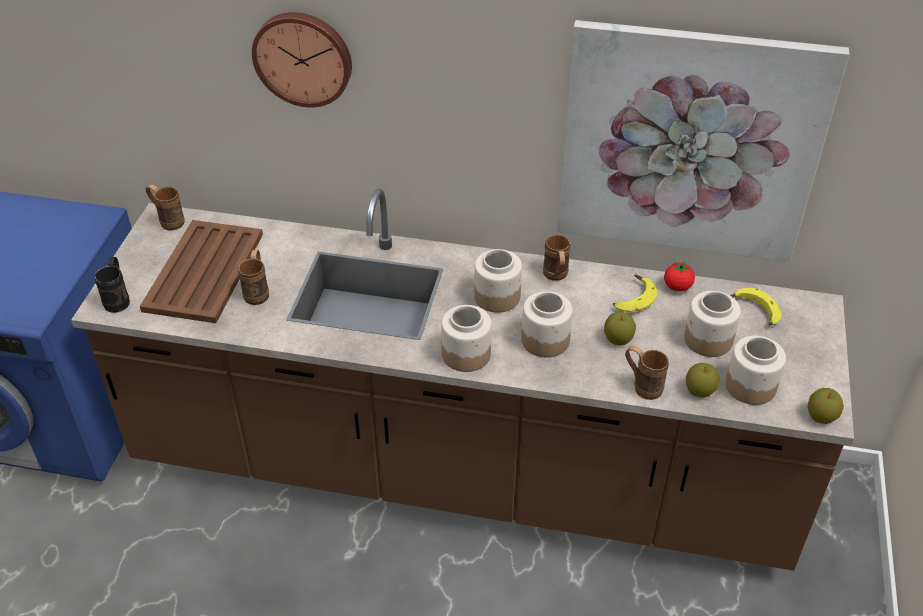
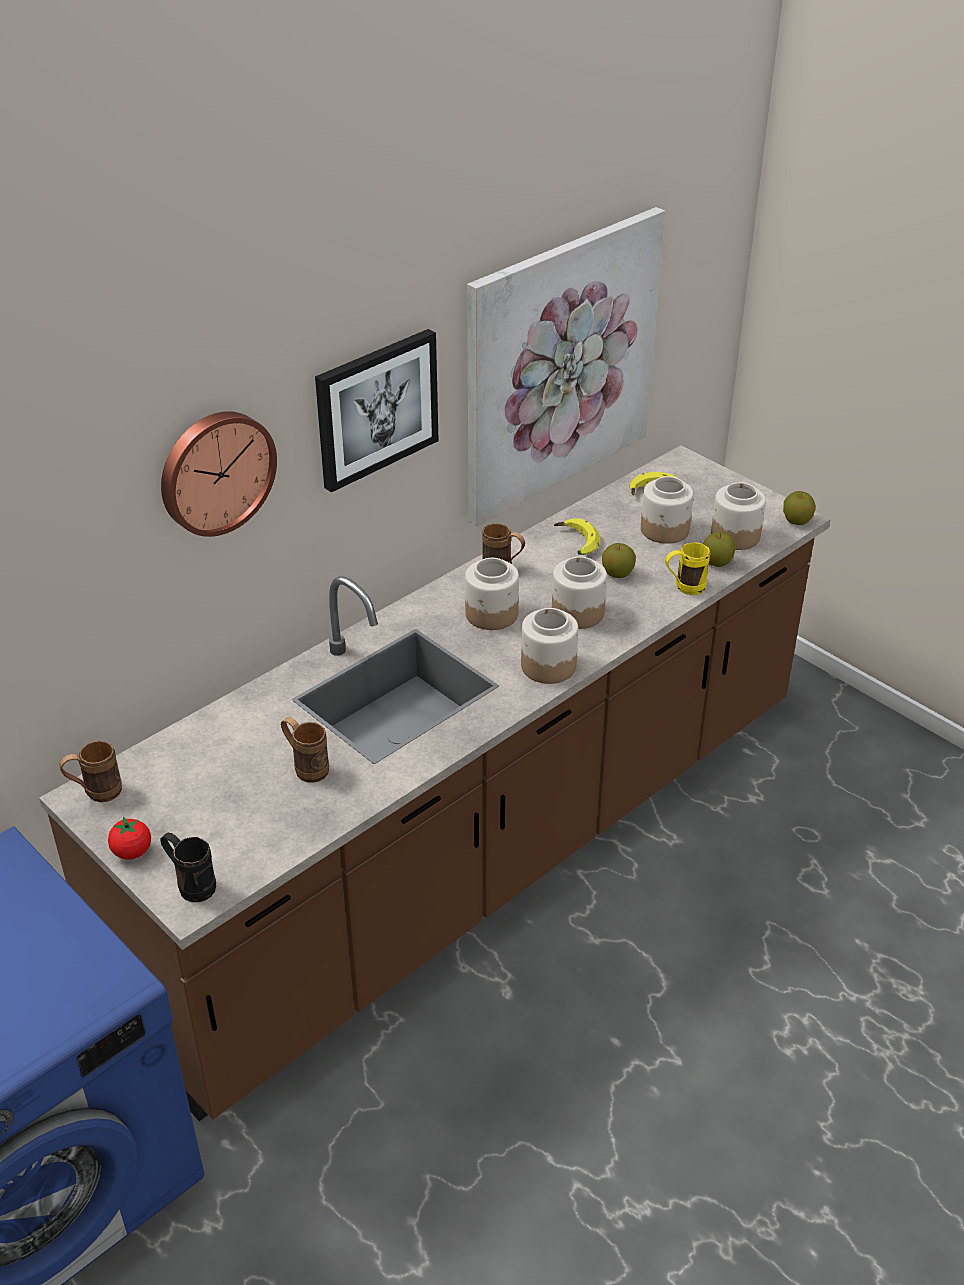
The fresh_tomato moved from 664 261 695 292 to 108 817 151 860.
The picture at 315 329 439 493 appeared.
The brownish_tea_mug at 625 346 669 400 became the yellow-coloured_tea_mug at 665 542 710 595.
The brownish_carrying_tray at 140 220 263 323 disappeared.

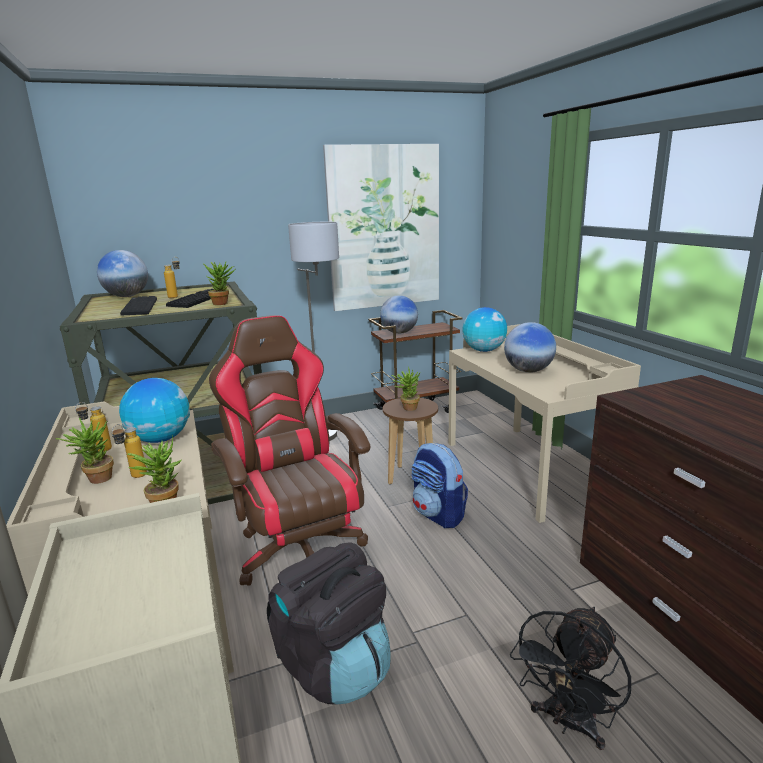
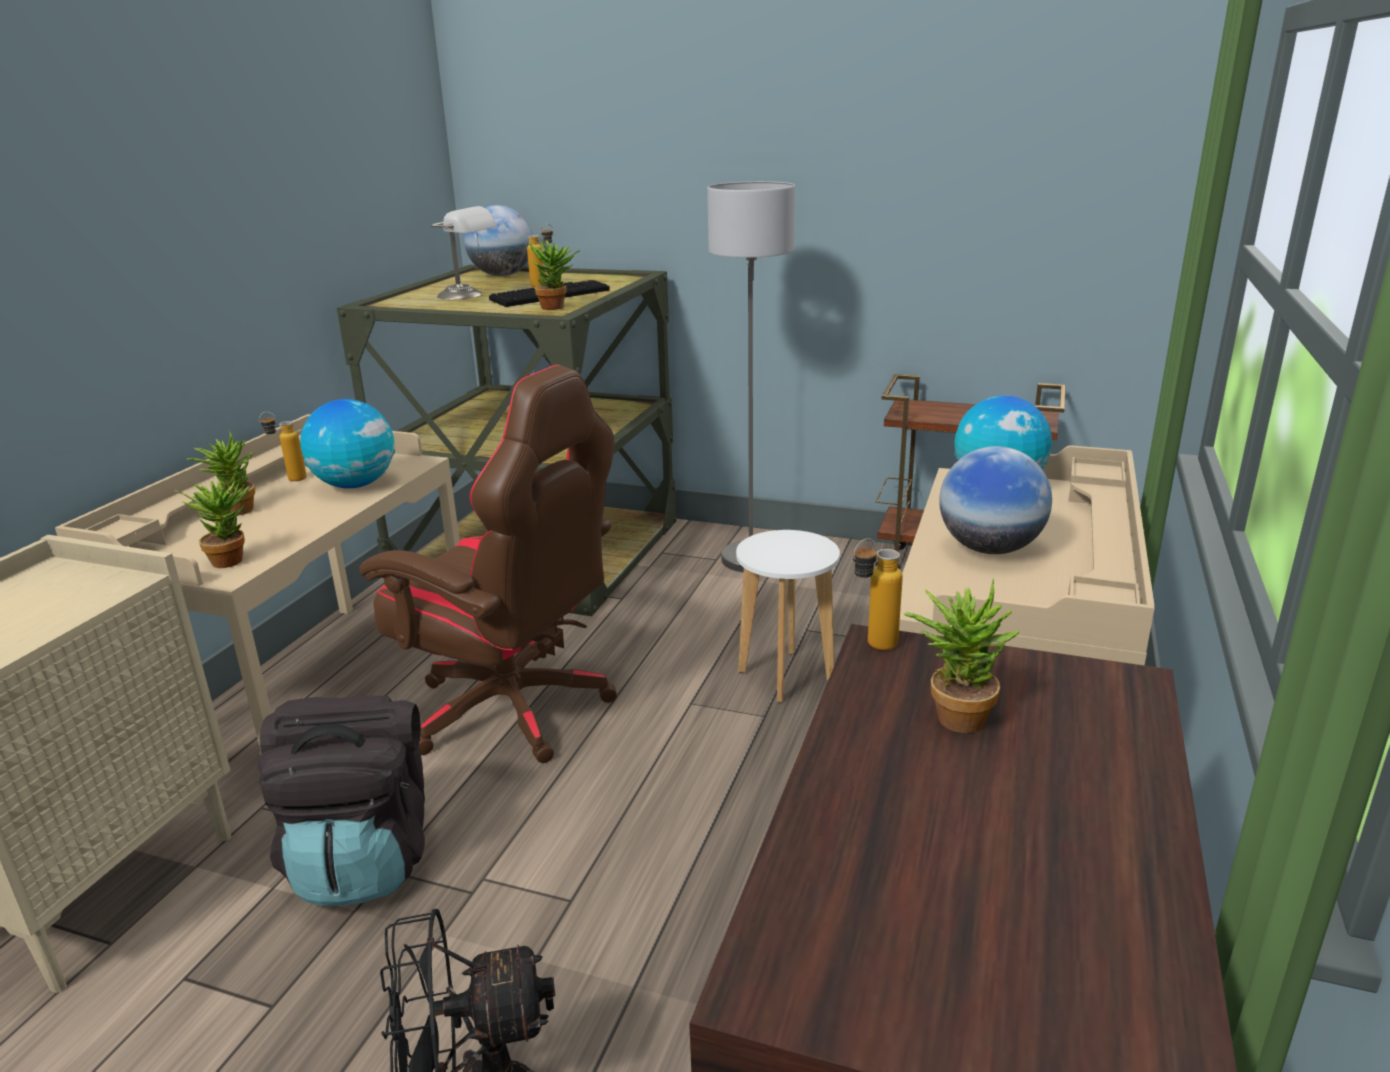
The brownish_desk_chair at 209 315 371 586 turned 105 degrees clockwise.
The PC_keyboard at 120 296 157 316 was replaced by the whitish_table_lamp at 430 206 497 300.
The brownish_sitting_stool at 383 398 438 484 became the whitish_sitting_stool at 736 530 840 702.
The beverage_bottle moved from 111 424 147 478 to 853 538 903 650.
The potted_plant moved from 392 366 420 411 to 904 579 1020 733.
The picture at 323 144 439 311 disappeared.
The desk_globe at 380 295 418 334 disappeared.
The backpack at 411 443 468 528 disappeared.

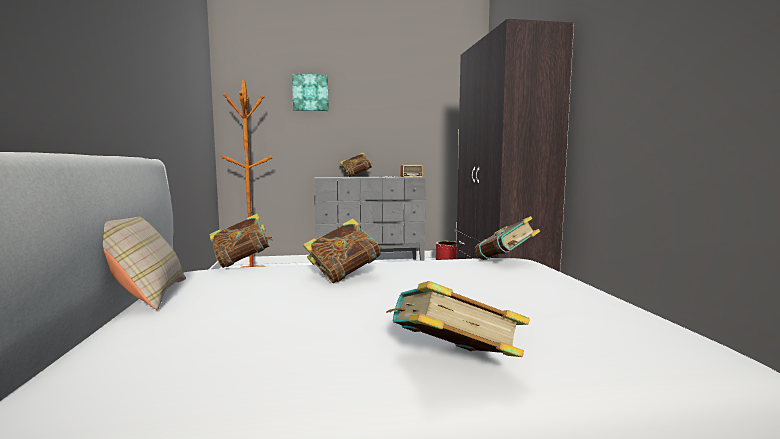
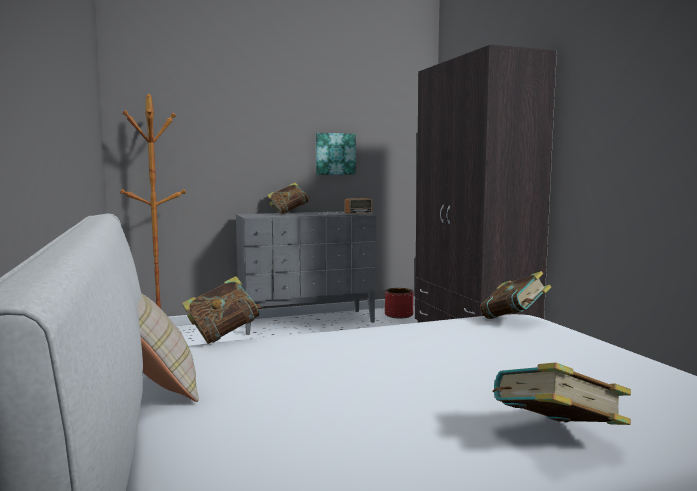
The picture moved from 292 74 329 111 to 316 133 356 175.
The book at 303 219 382 283 disappeared.

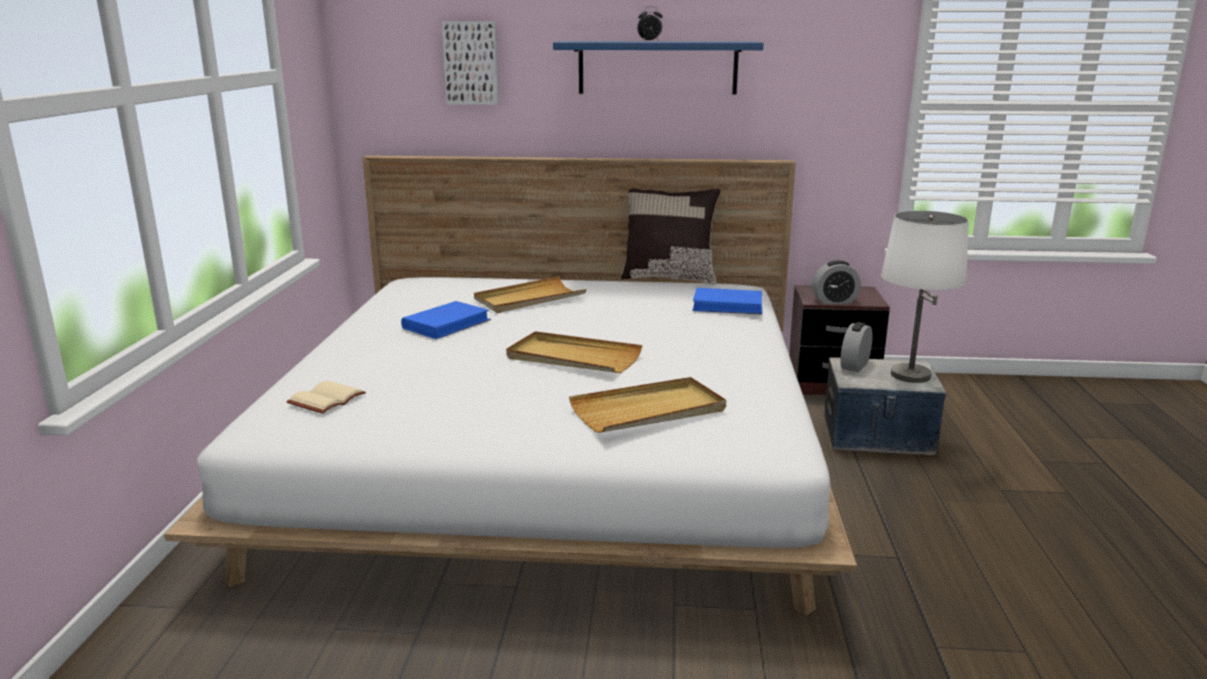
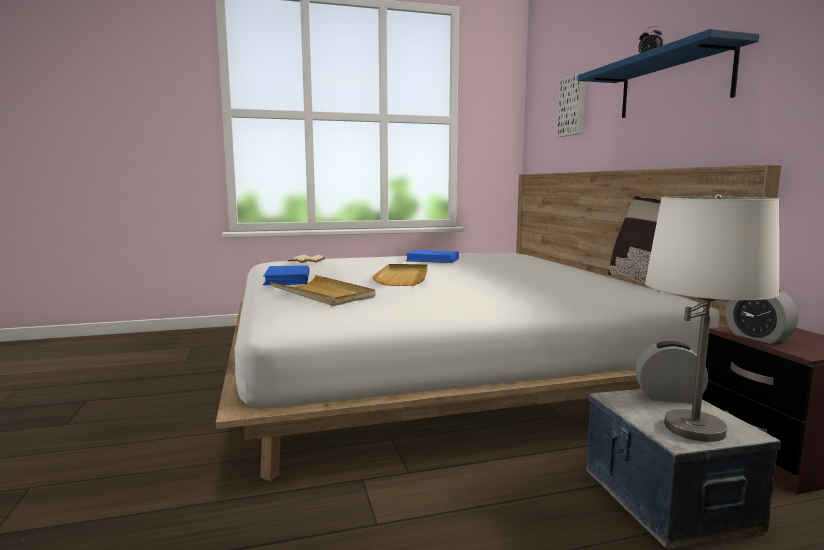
The blue_book moved from 693 288 762 315 to 263 265 310 285.
The beige-coloured_carrying_tray at 474 276 586 313 disappeared.

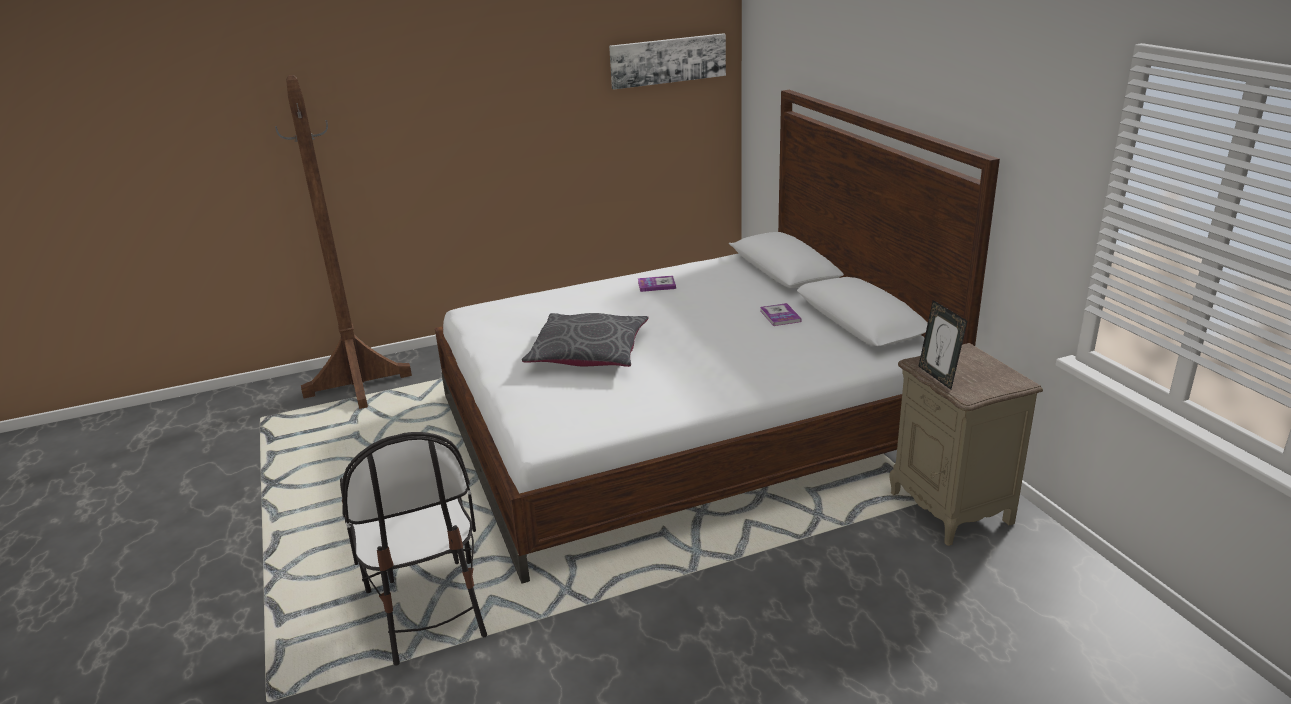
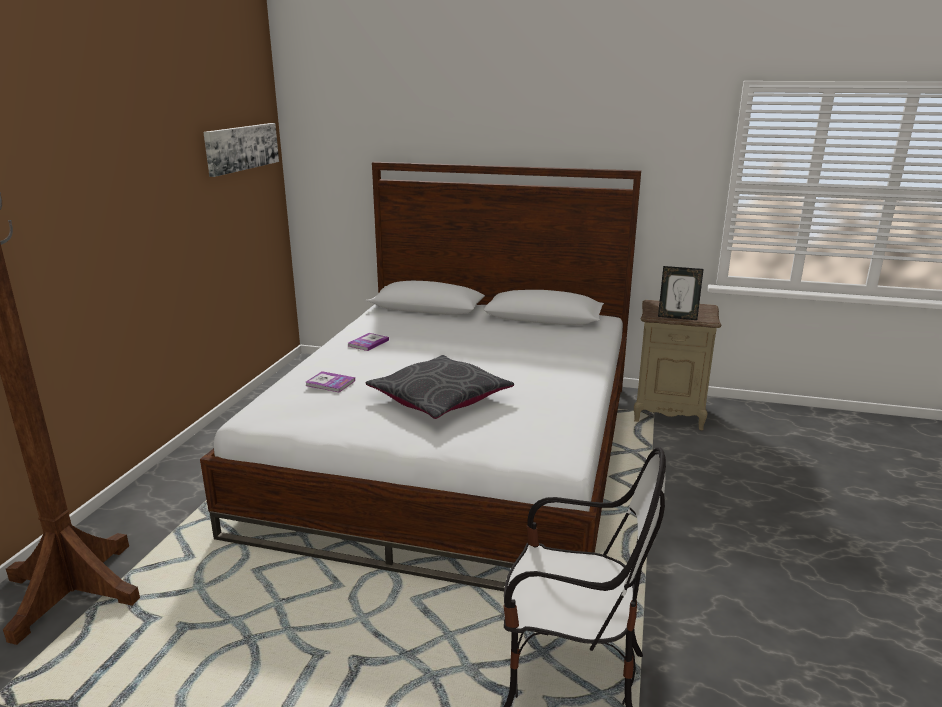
The book moved from 760 303 802 326 to 306 371 355 392.

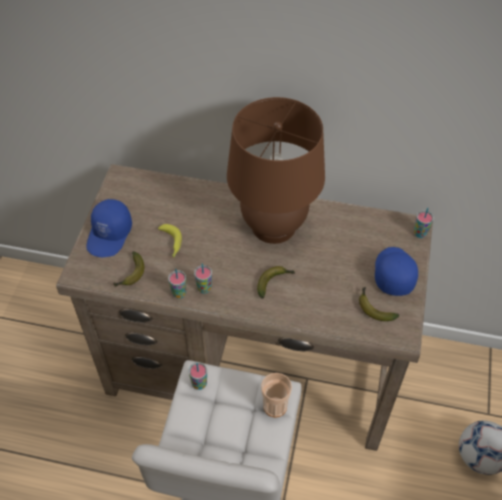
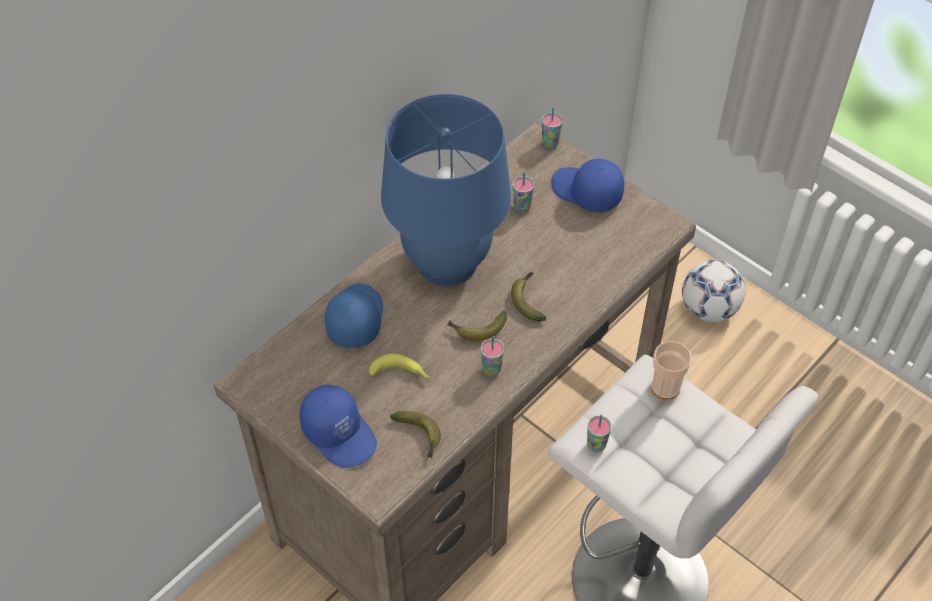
The blue_baseball_cap at 325 284 383 348 appeared.
The brownish_table_lamp at 227 97 325 244 became the blue_table_lamp at 381 94 511 286.
The banana moved from 359 287 399 321 to 447 311 507 341.
The cup moved from 168 269 186 299 to 513 172 534 213.

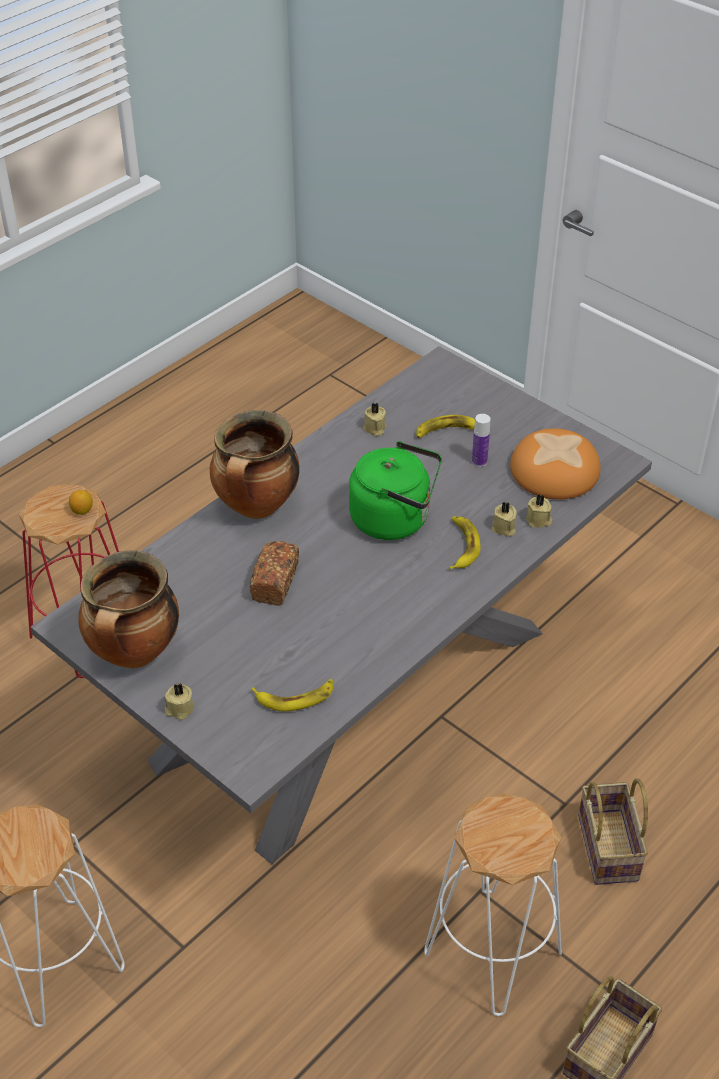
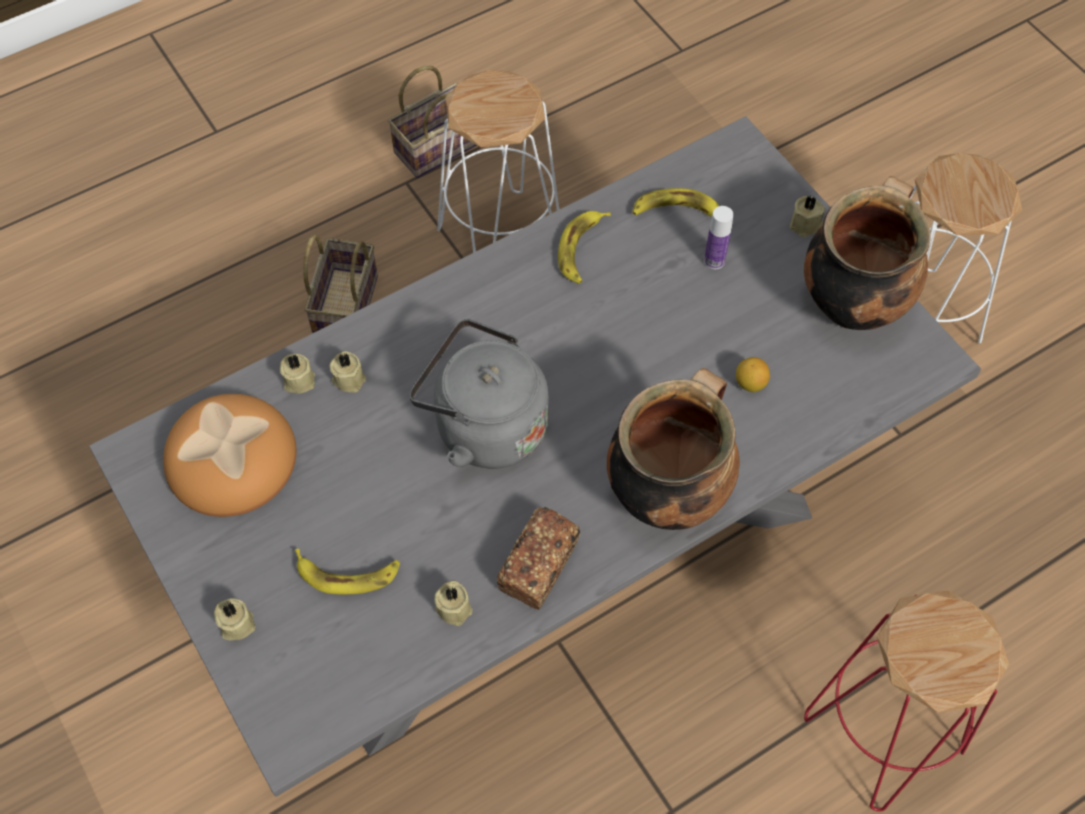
The beige-coloured_wax_candle at 214 598 256 640 appeared.
The greenish_tea_kettle at 349 441 442 540 became the gray_tea_kettle at 410 319 549 469.
The bakery_bread moved from 250 541 299 605 to 497 507 581 610.
The banana moved from 449 516 481 569 to 558 211 611 284.
The beverage_bottle moved from 472 414 490 467 to 704 206 734 269.
The citrus_fruit moved from 69 490 93 515 to 736 357 770 392.

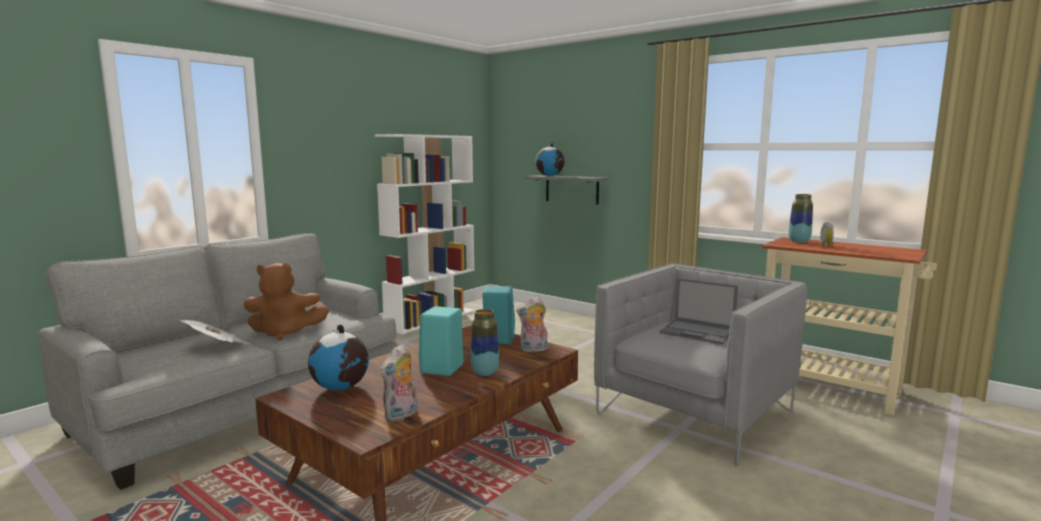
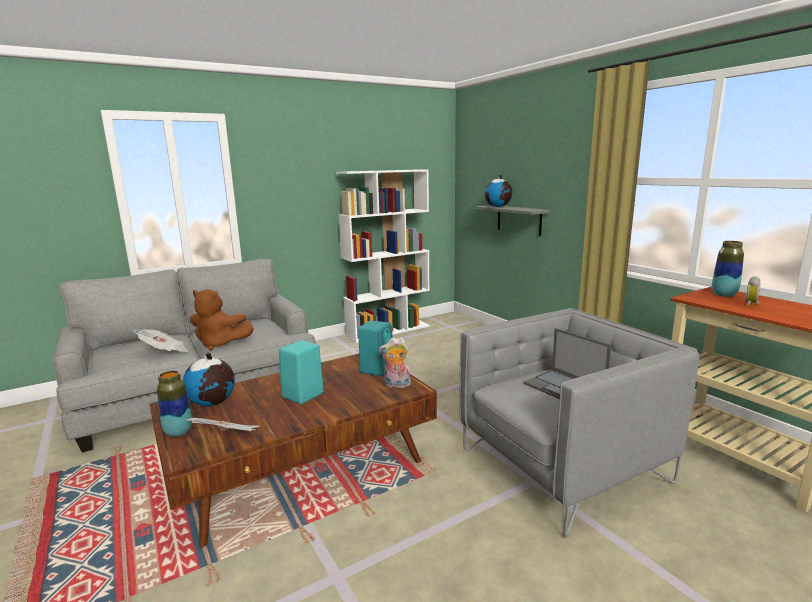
The flower_vase moved from 471 309 499 376 to 157 371 192 437.
The cuddly_toy at 380 344 417 422 was replaced by the printed_paper at 186 418 259 431.

